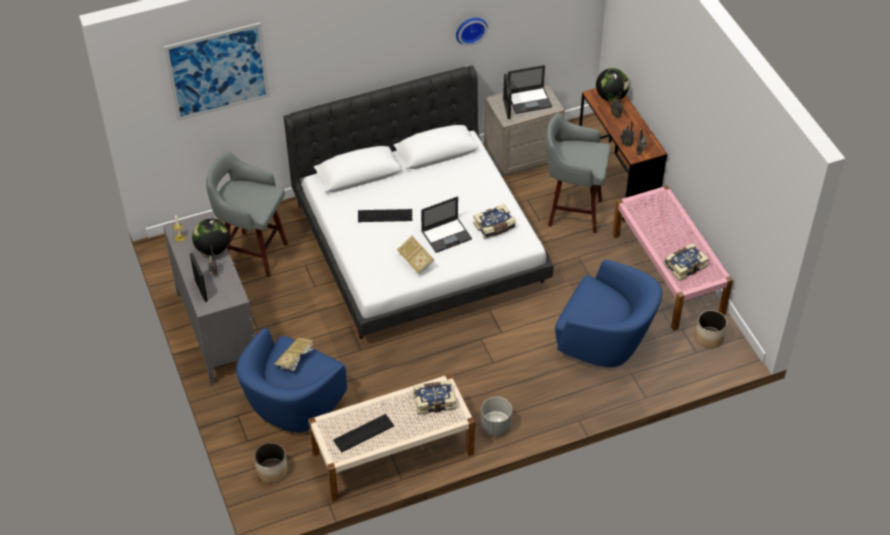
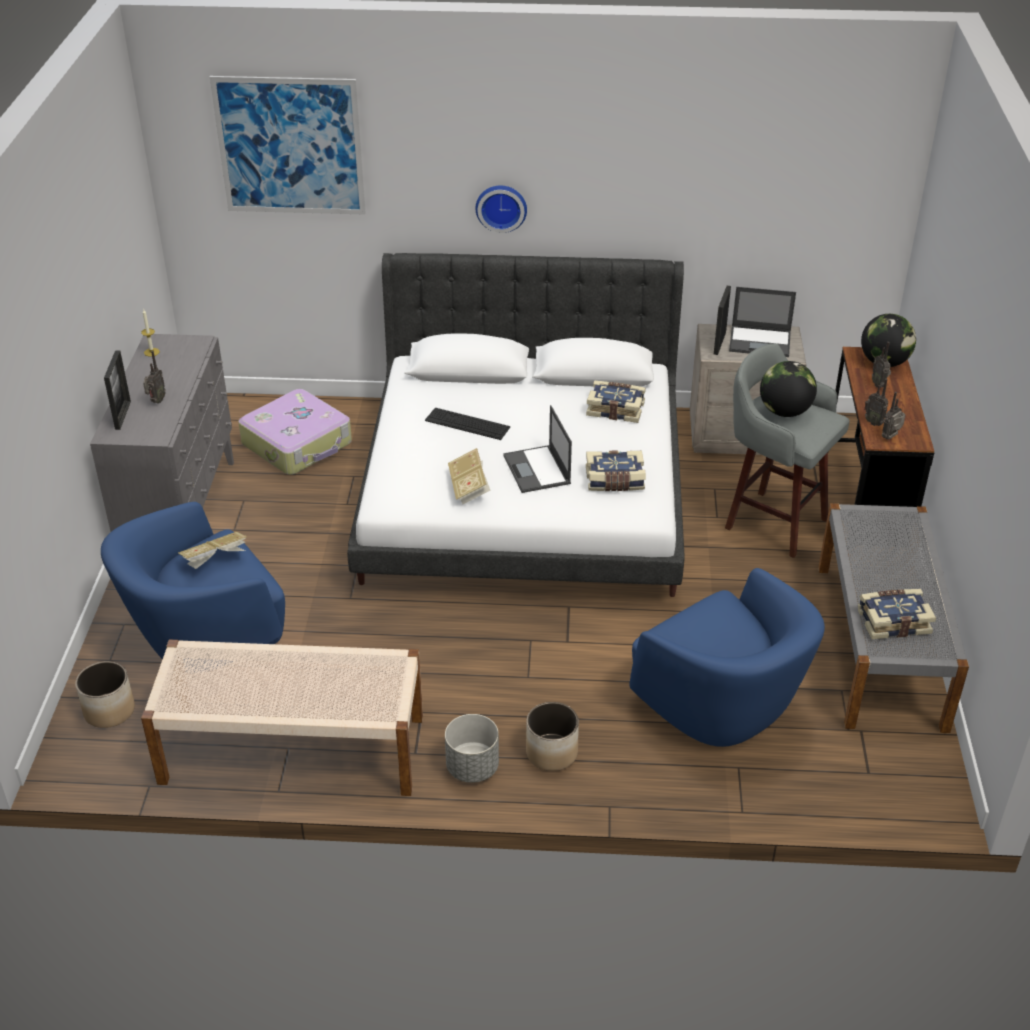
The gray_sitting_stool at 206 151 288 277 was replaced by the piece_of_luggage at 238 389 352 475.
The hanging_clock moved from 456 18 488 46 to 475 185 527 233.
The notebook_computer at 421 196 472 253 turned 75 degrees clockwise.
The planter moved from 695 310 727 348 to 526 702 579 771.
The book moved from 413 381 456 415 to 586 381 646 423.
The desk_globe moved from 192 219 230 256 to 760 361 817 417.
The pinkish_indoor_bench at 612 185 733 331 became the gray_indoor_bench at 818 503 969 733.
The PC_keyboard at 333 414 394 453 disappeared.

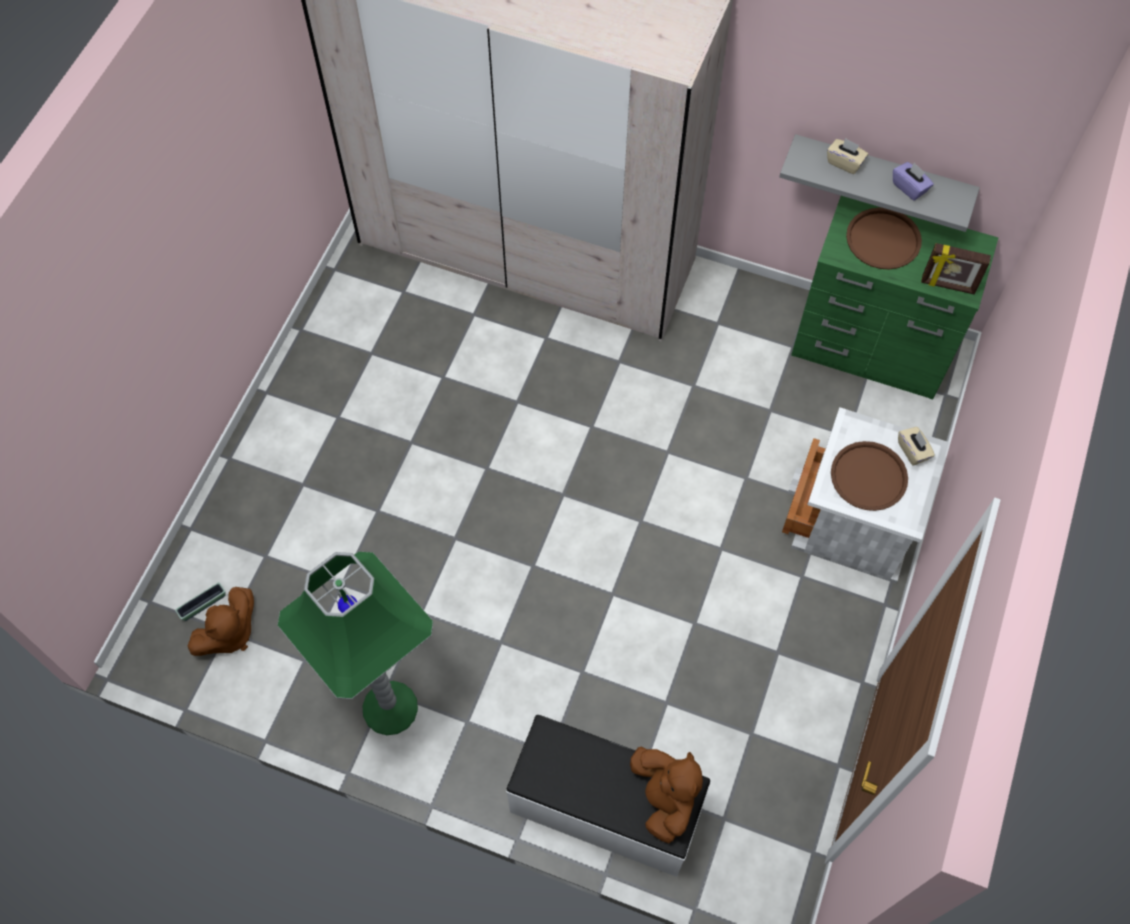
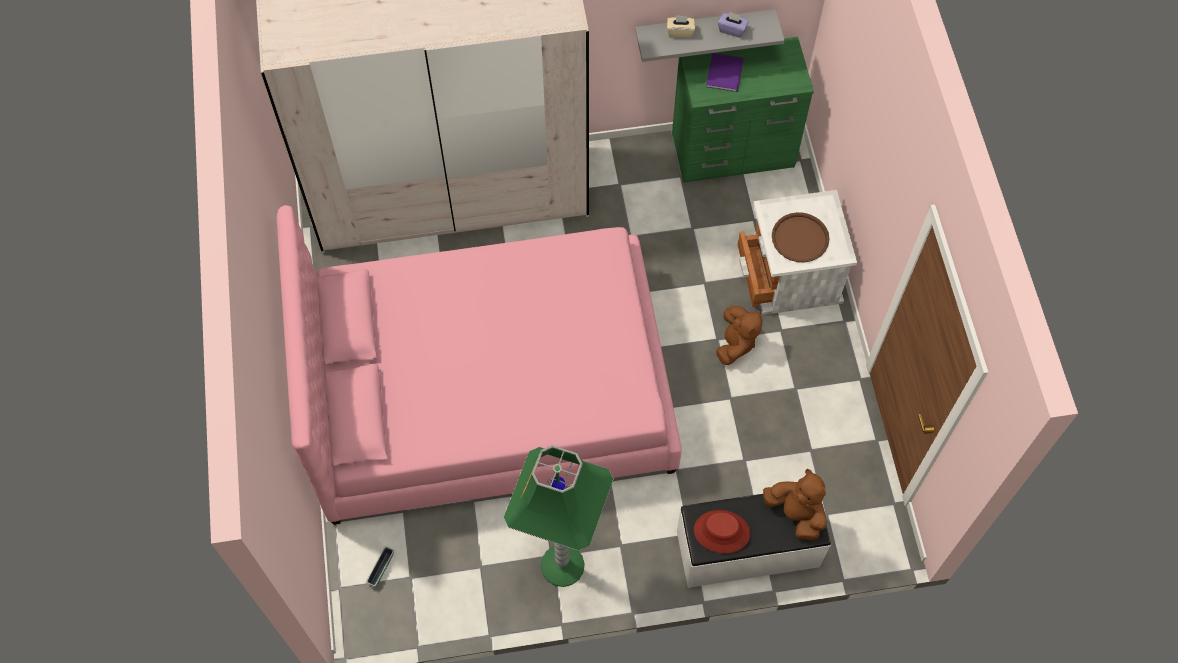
The pinkish_bedroom_bed at 276 205 682 525 appeared.
The reddish_hat at 694 510 750 553 appeared.
The brownish_carrying_tray at 846 208 922 269 was replaced by the purplish_book at 706 53 744 92.
The brownish_cuddly_toy moved from 188 587 254 656 to 716 306 763 365.
The beige-coloured_box_of_tissues at 898 427 935 466 disappeared.
The standing_frame at 921 243 991 294 disappeared.

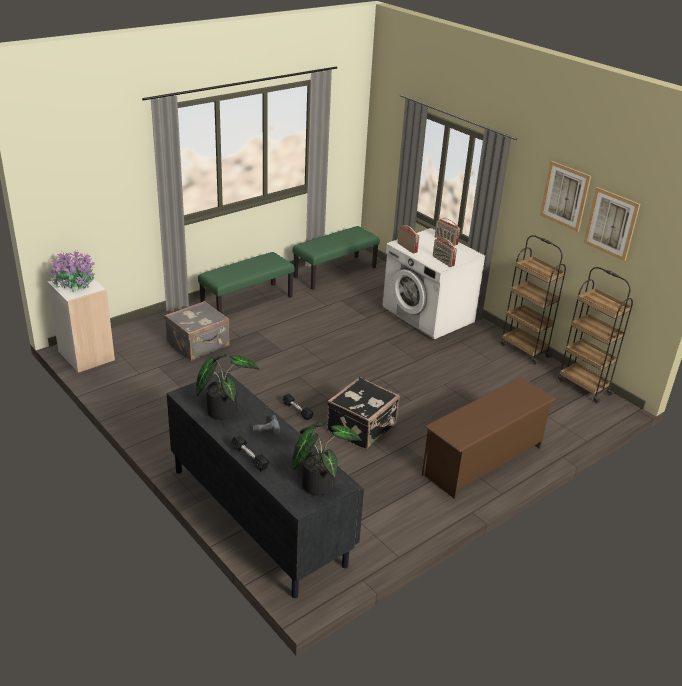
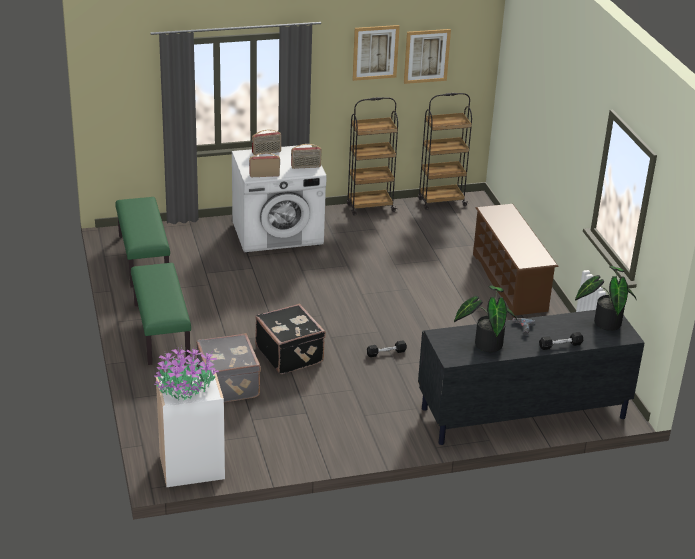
The blackish_piece_of_luggage moved from 327 377 400 450 to 255 304 326 374.

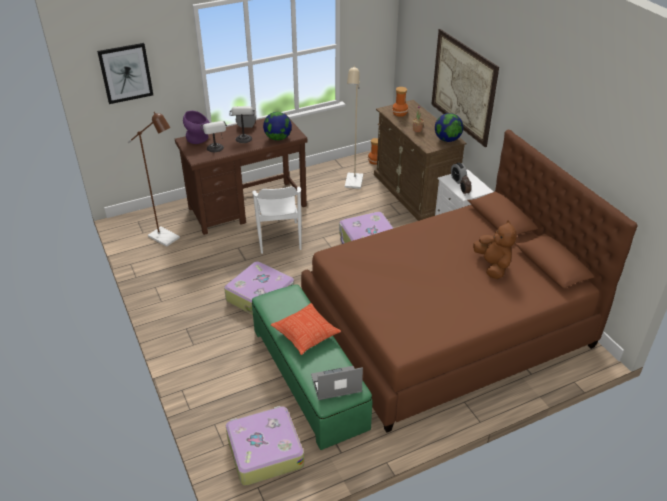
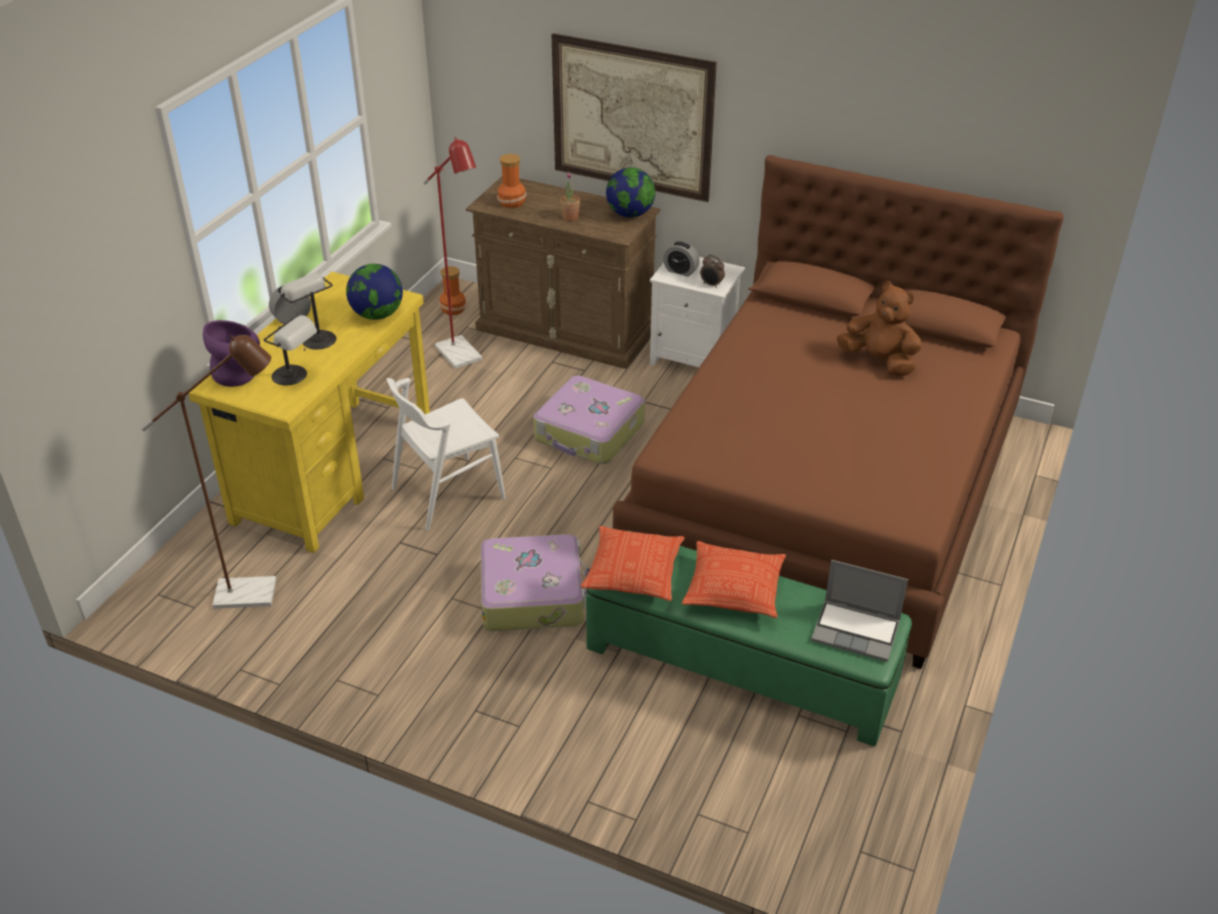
The brownish_desk_table at 175 118 307 235 became the yellow-coloured_desk_table at 188 272 430 553.
The whitish_plain_chair at 253 186 302 254 turned 105 degrees clockwise.
The beige-coloured_floor_lamp at 345 65 363 189 became the reddish_floor_lamp at 423 137 482 369.
The orange_throw_pillow at 581 526 685 601 appeared.
The notebook_computer at 311 366 363 400 turned 105 degrees counterclockwise.
The picture at 97 43 153 104 disappeared.
The piece_of_luggage at 226 406 304 486 disappeared.

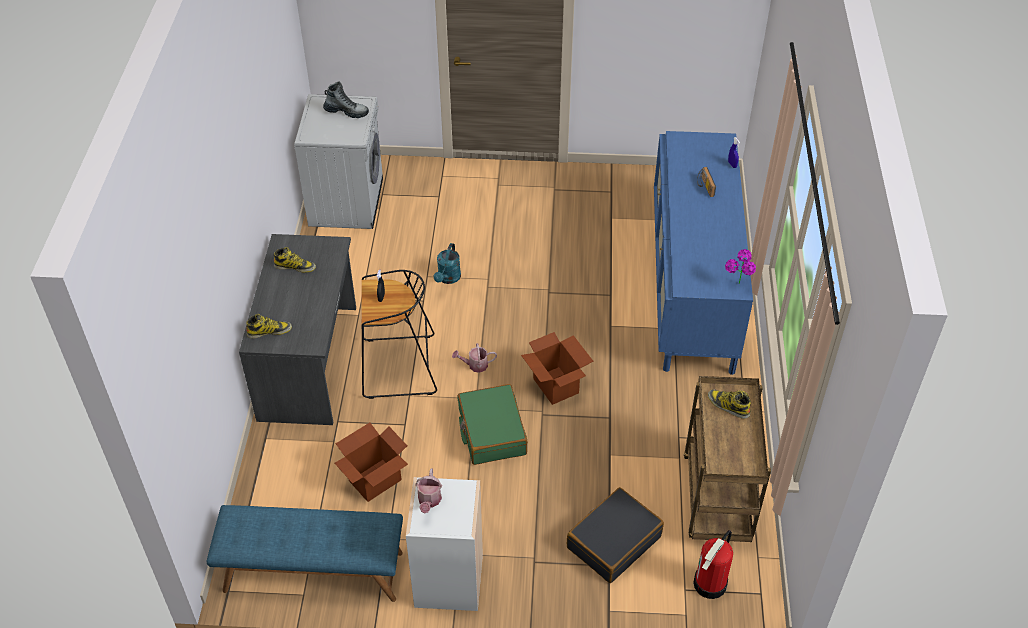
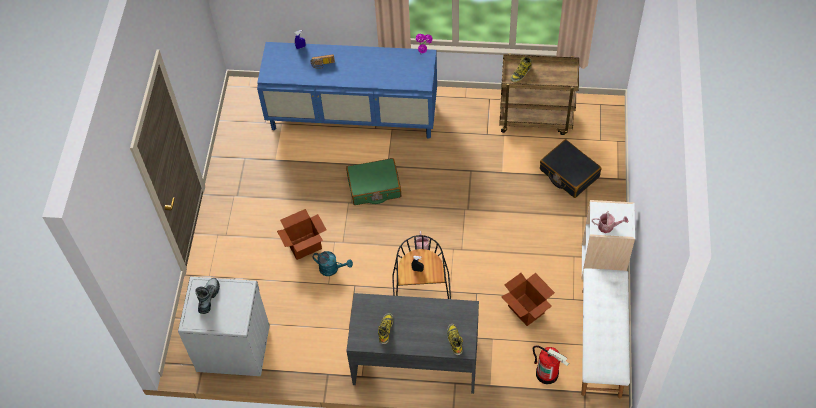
The carton moved from 521 332 594 405 to 277 209 327 260.
The greenish_piece_of_luggage moved from 457 384 528 465 to 346 158 401 205.
The extinguisher moved from 693 530 733 599 to 533 345 569 384.
The blue_indoor_bench at 206 505 403 602 became the whitish_indoor_bench at 581 268 630 398.

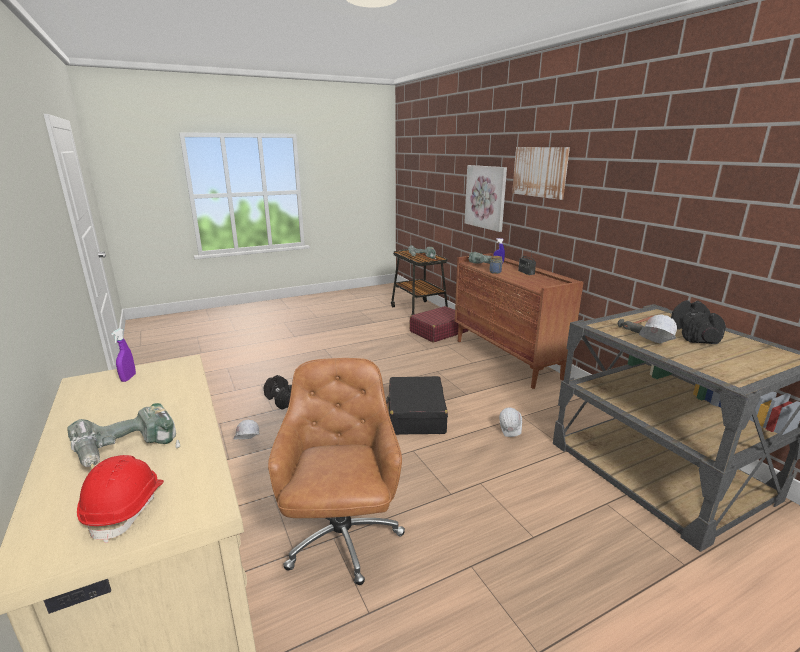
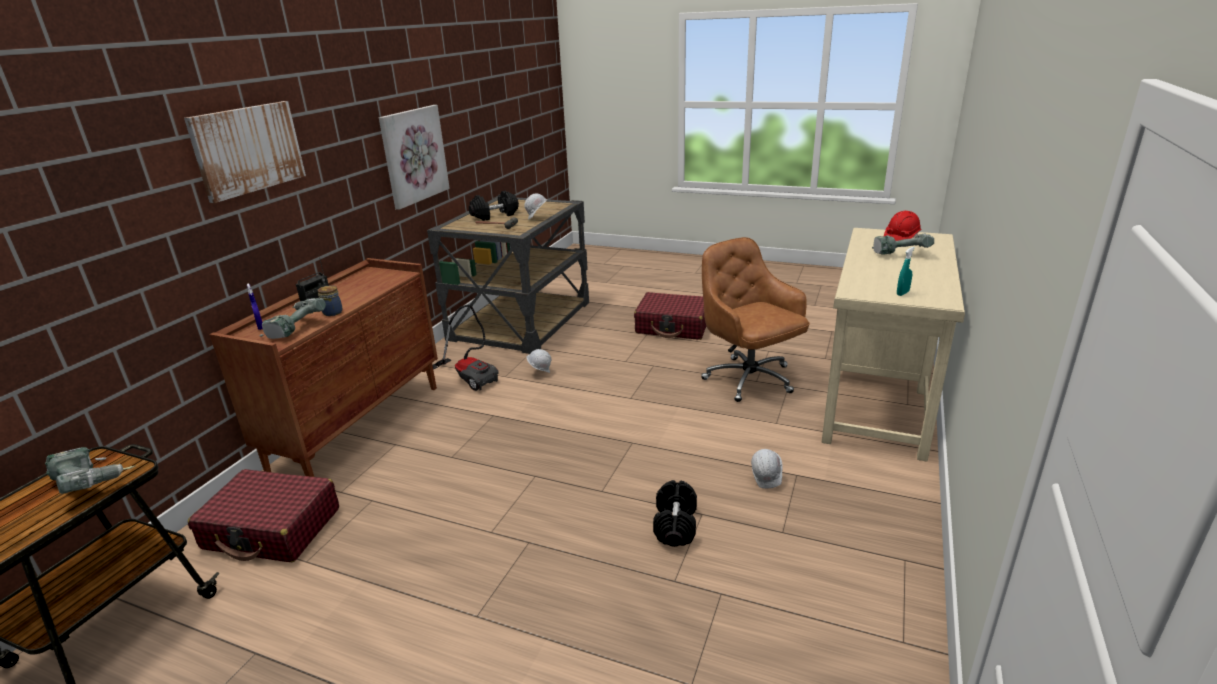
The picture moved from 464 165 507 232 to 379 105 450 210.
The vacuum_cleaner at 433 305 499 391 appeared.
The reddish_piece_of_luggage at 634 292 706 340 appeared.
The brownish_desk_chair at 268 358 405 585 turned 105 degrees clockwise.
The purplish_sprayer at 111 328 136 382 became the turquoise_sprayer at 897 247 915 296.
The blackish_piece_of_luggage at 386 376 448 435 disappeared.

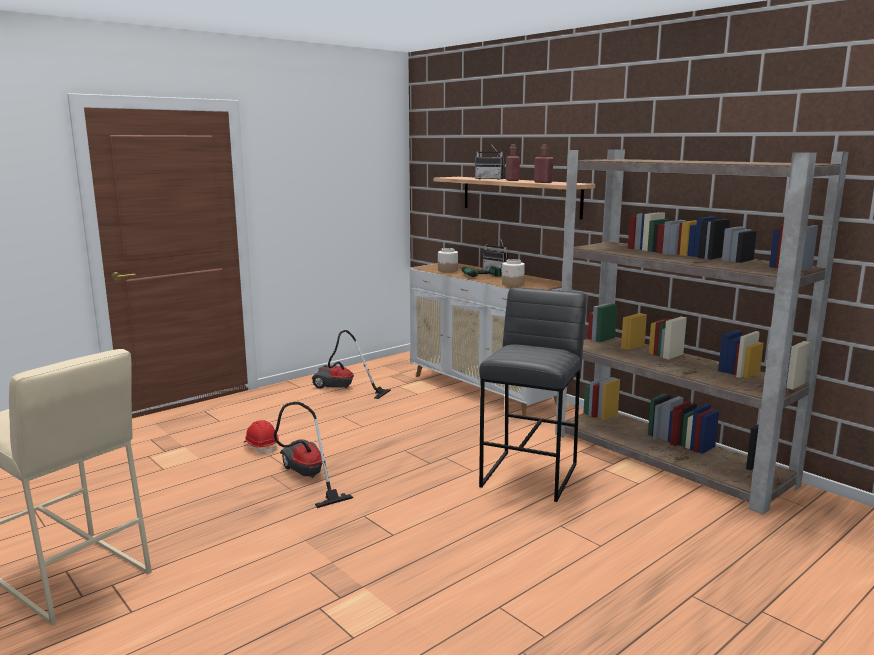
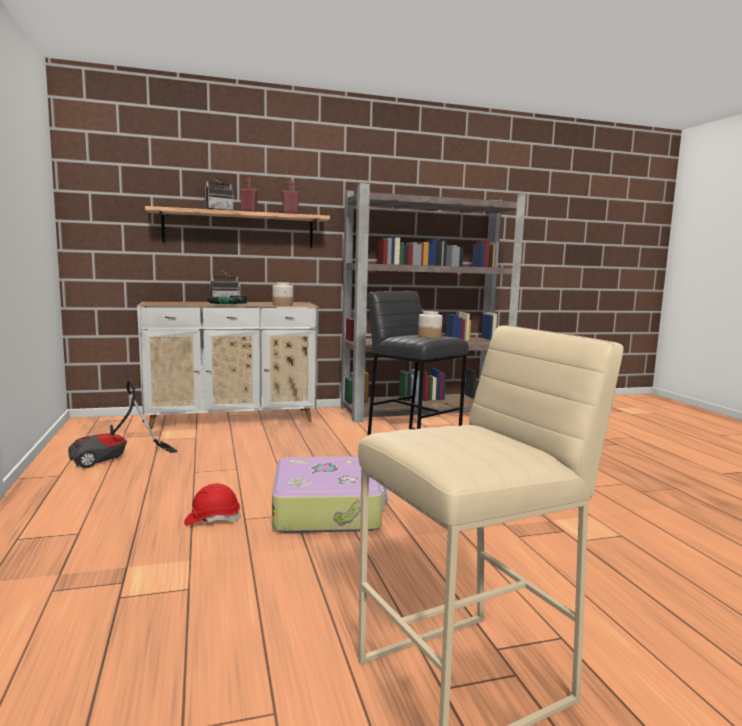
The vacuum_cleaner at 274 402 353 508 was replaced by the piece_of_luggage at 272 457 388 533.
The jar moved from 438 248 458 272 to 418 311 442 338.

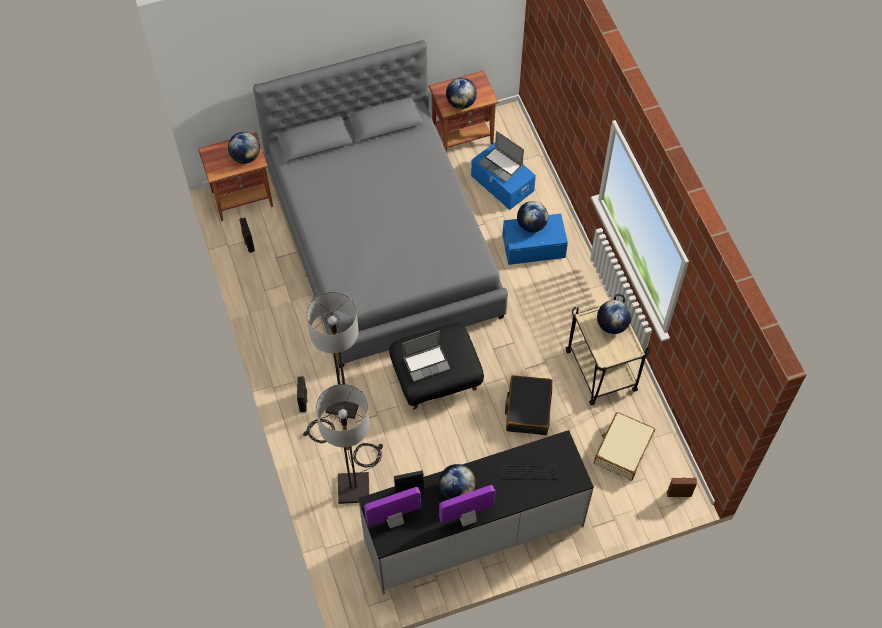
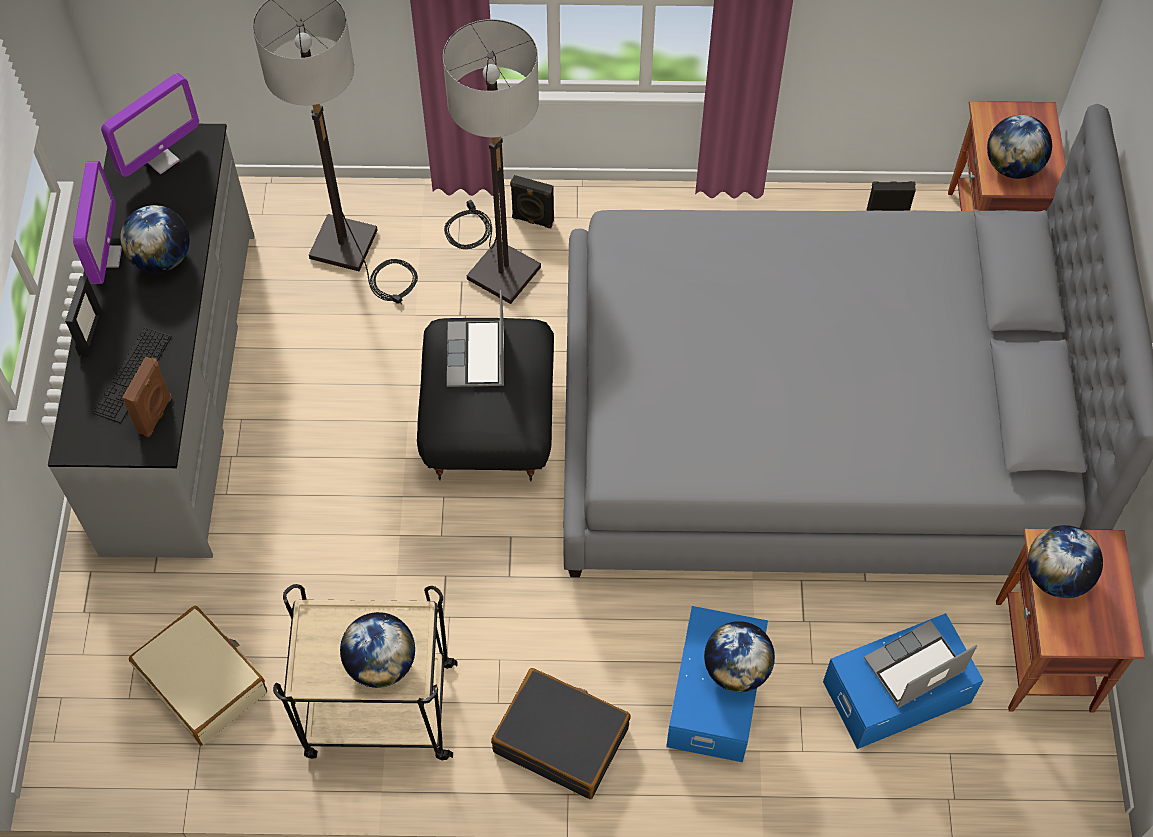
The standing_frame moved from 394 470 424 493 to 65 276 103 358.
The computer_screen at 364 487 421 528 turned 45 degrees clockwise.
The brownish_audio_speaker moved from 667 477 697 497 to 122 356 172 437.
The blackish_piece_of_luggage moved from 505 375 553 435 to 491 668 631 799.

